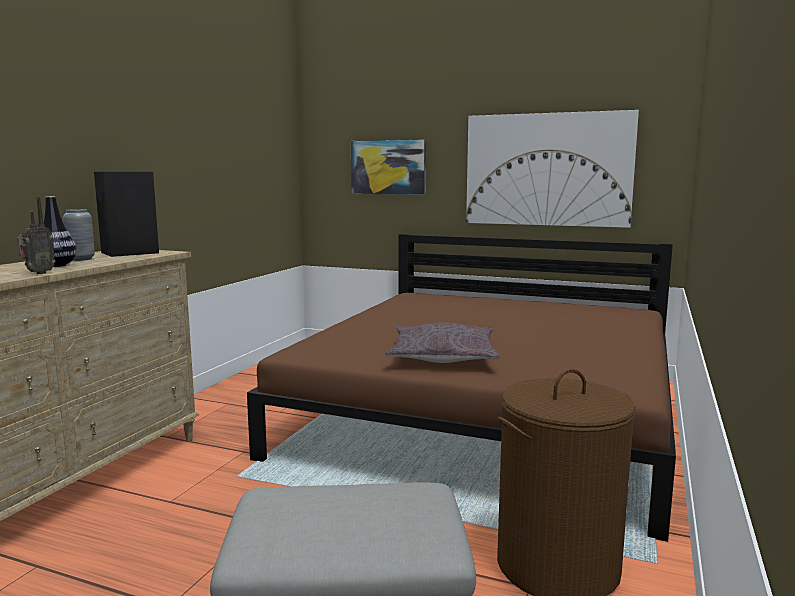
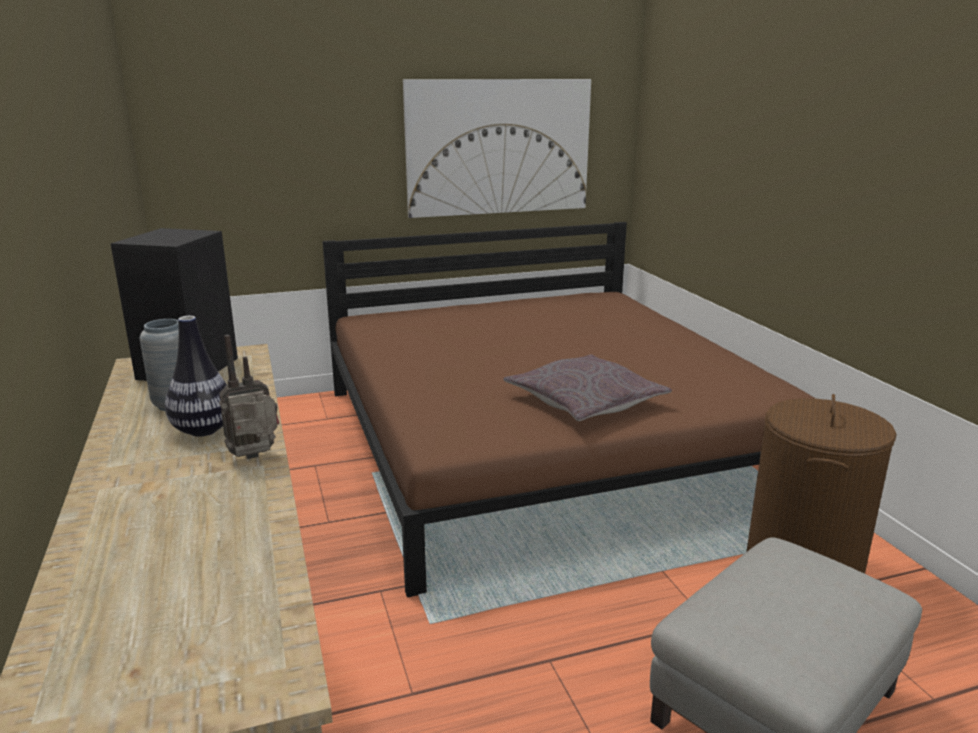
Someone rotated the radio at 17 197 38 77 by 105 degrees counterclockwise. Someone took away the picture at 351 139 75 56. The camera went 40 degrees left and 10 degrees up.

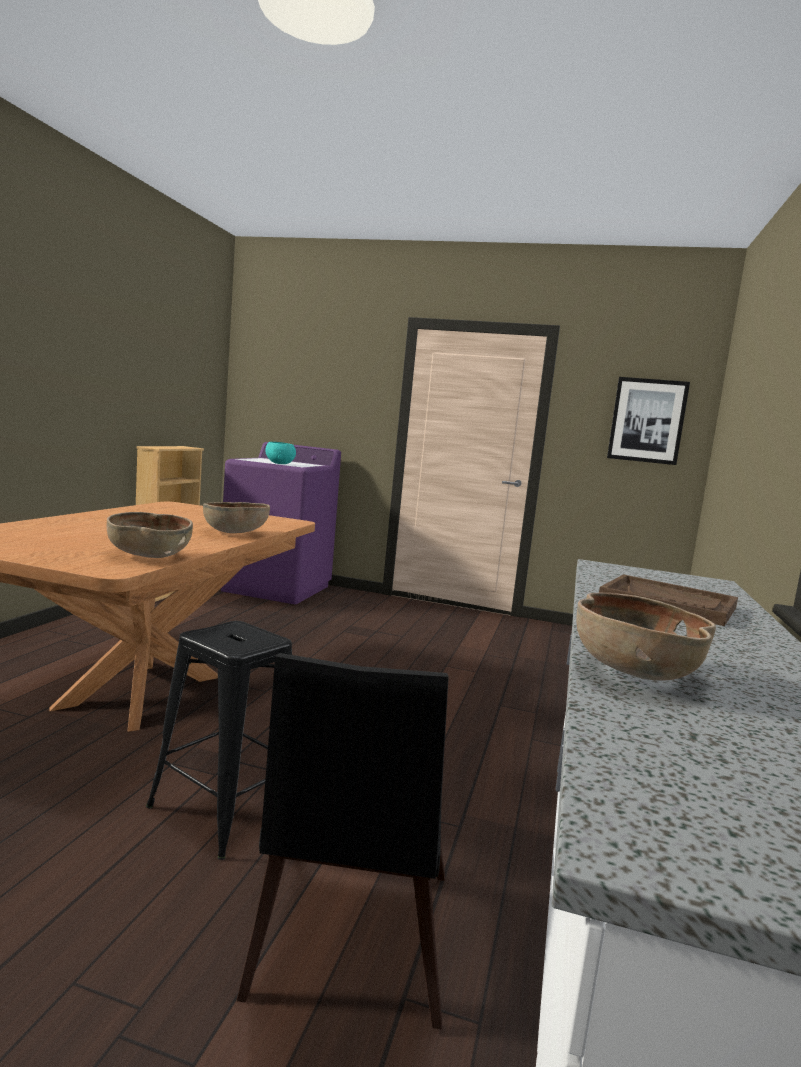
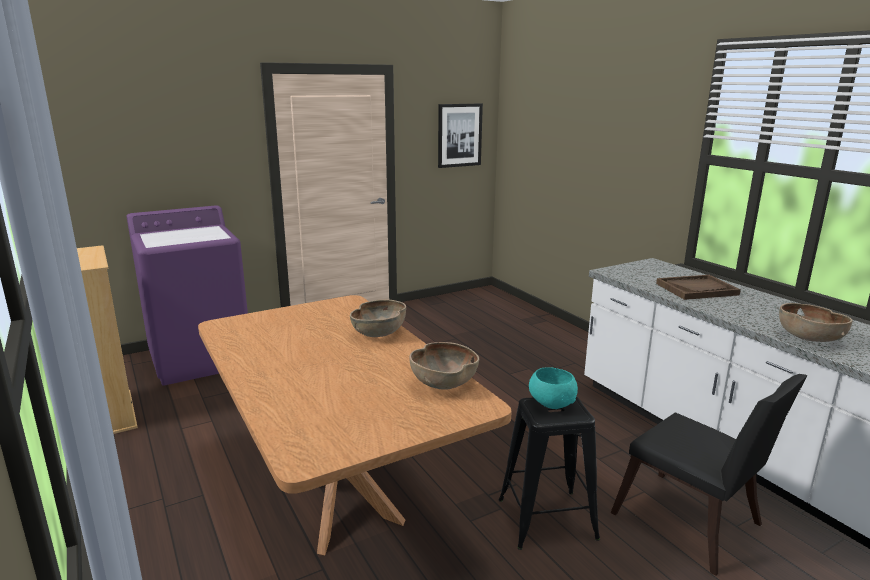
Someone carried the turquoise bowl from 266 442 30 22 to 529 367 49 42. The camera went 45 degrees left and 10 degrees up.

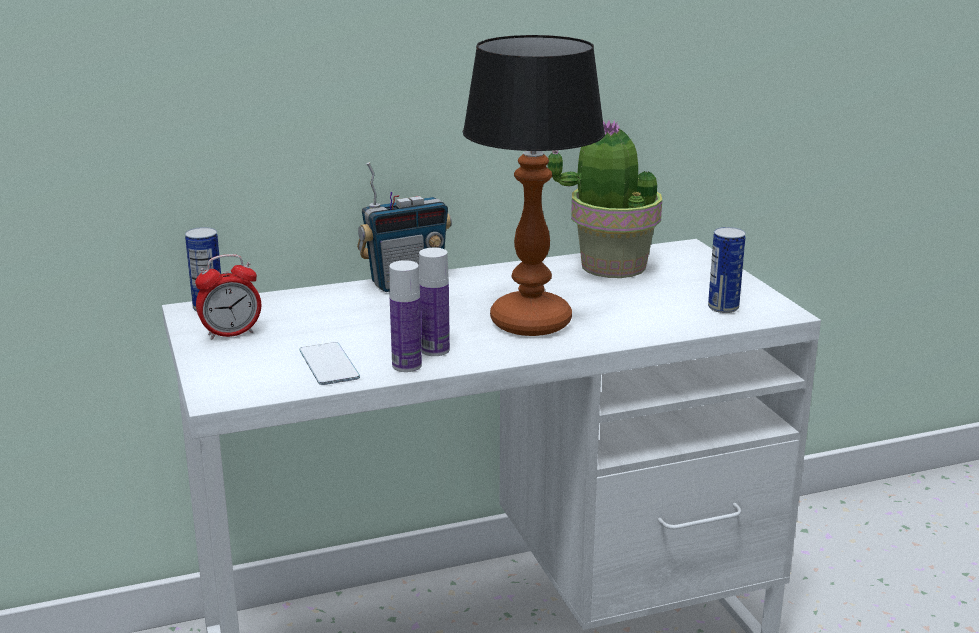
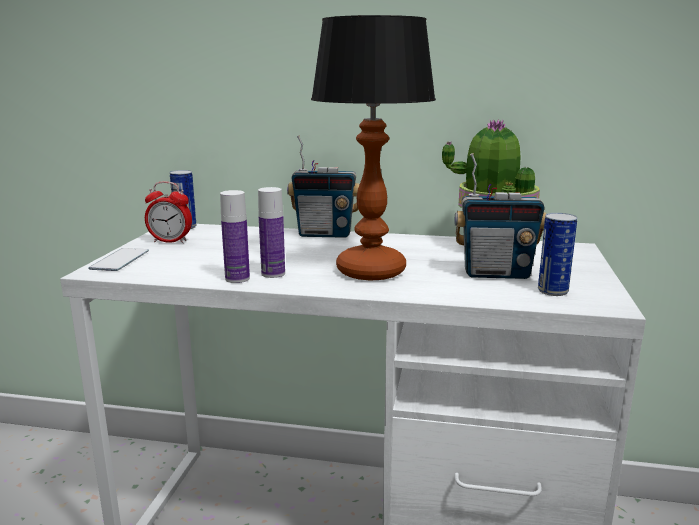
Someone carried the phone from 299 342 61 43 to 88 248 61 23. Someone put down the radio at 455 153 91 126. The camera went 30 degrees right and 5 degrees down.

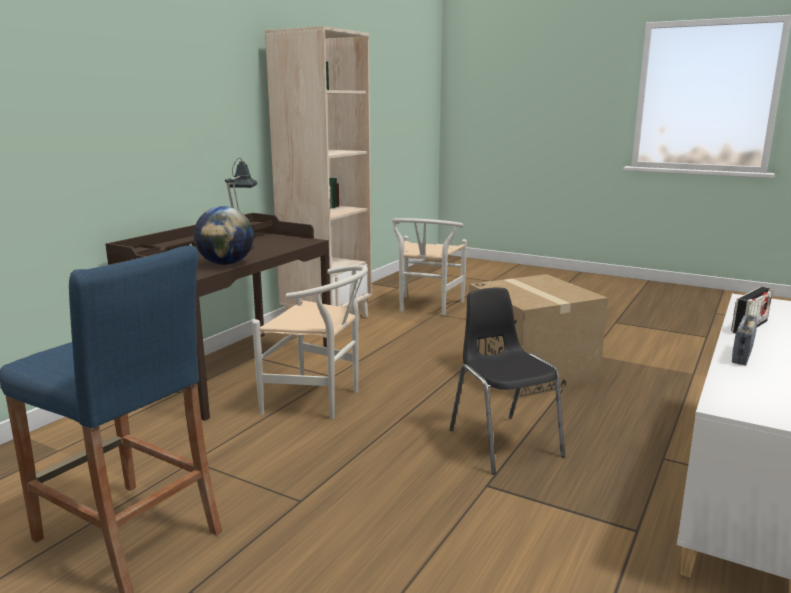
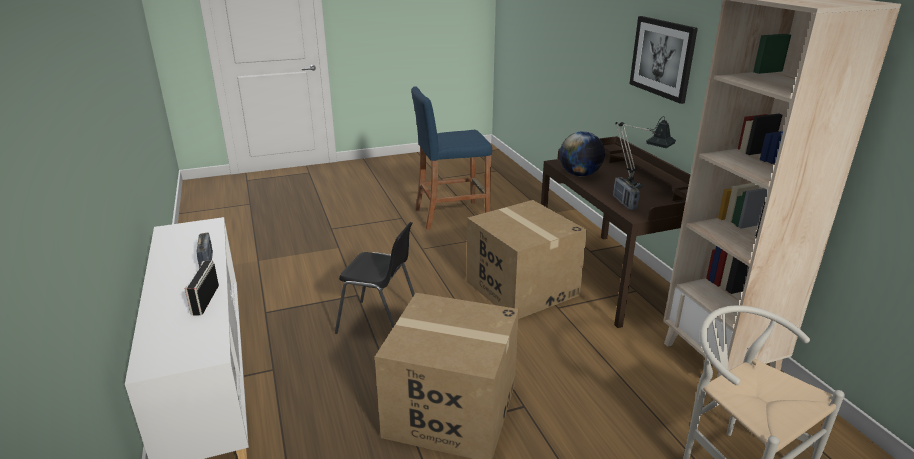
Someone swapped the white chair at 252 265 116 154 for the cardboard box at 467 200 120 119. Someone put down the radio at 613 177 27 33. Someone put up the picture at 630 16 68 88. The camera went 130 degrees right and 10 degrees up.

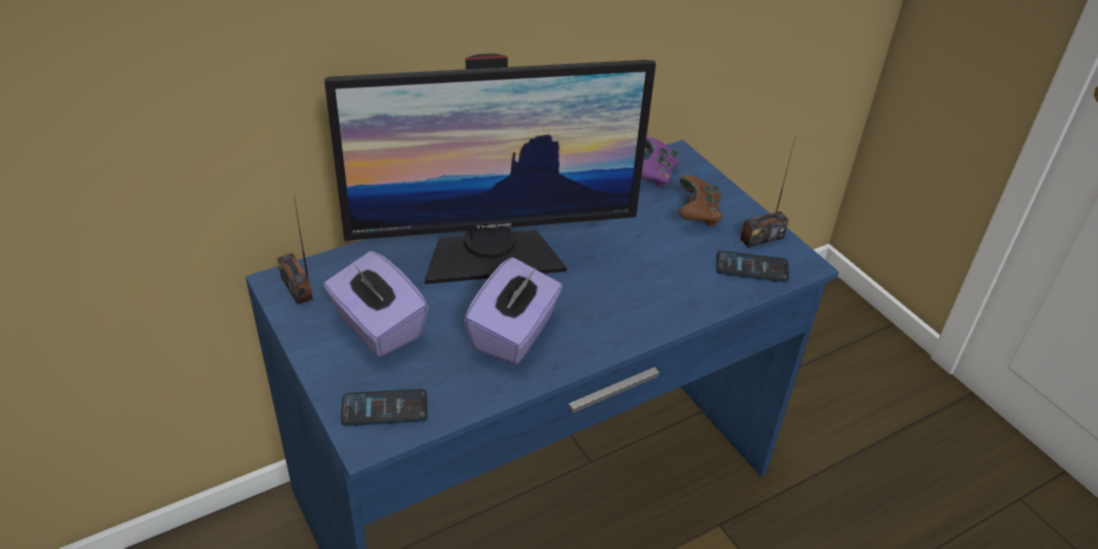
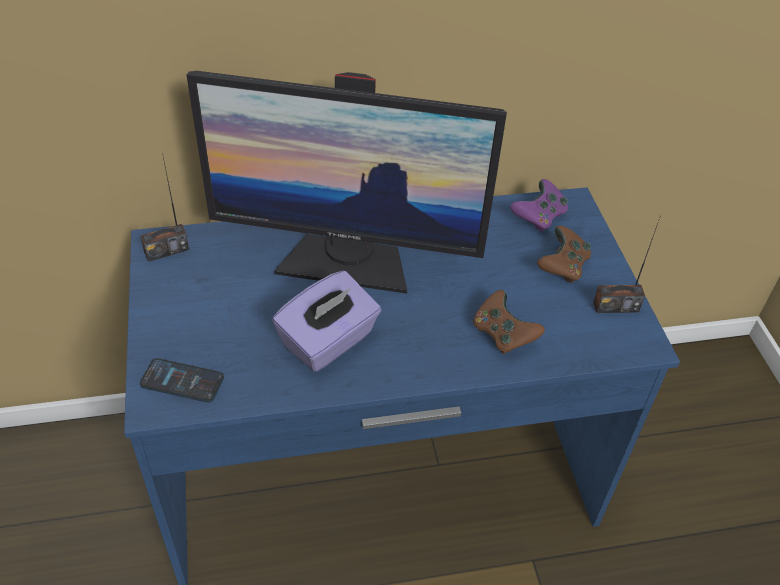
Someone rotated the radio at 277 197 36 108 by 105 degrees counterclockwise. Someone took away the purple tissue box at 323 251 105 106. Someone took away the phone at 717 251 72 31. Someone put down the brown game controller at 473 290 72 64. The camera went 20 degrees right and 5 degrees up.

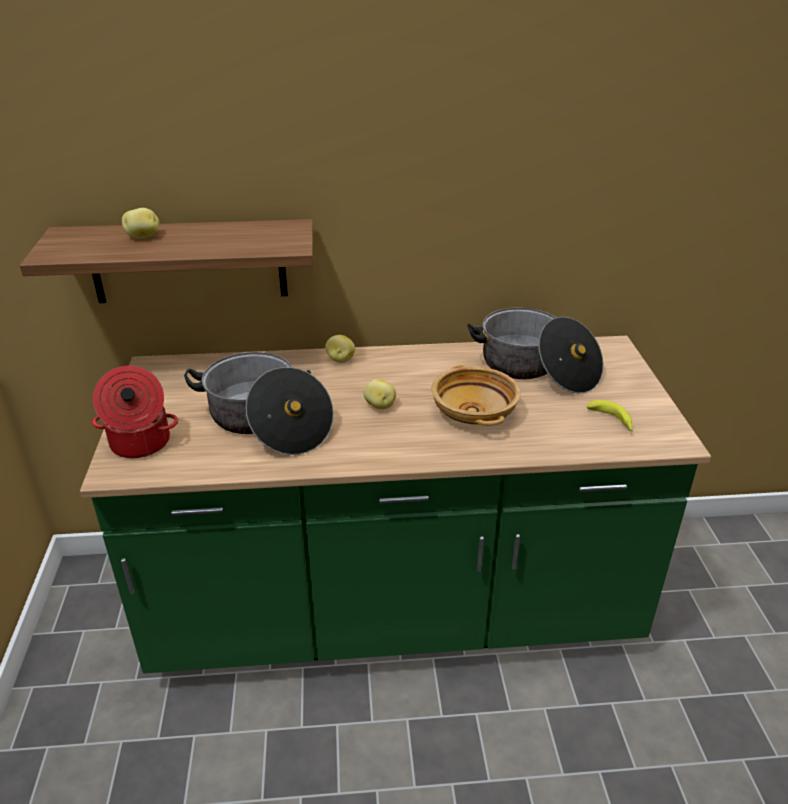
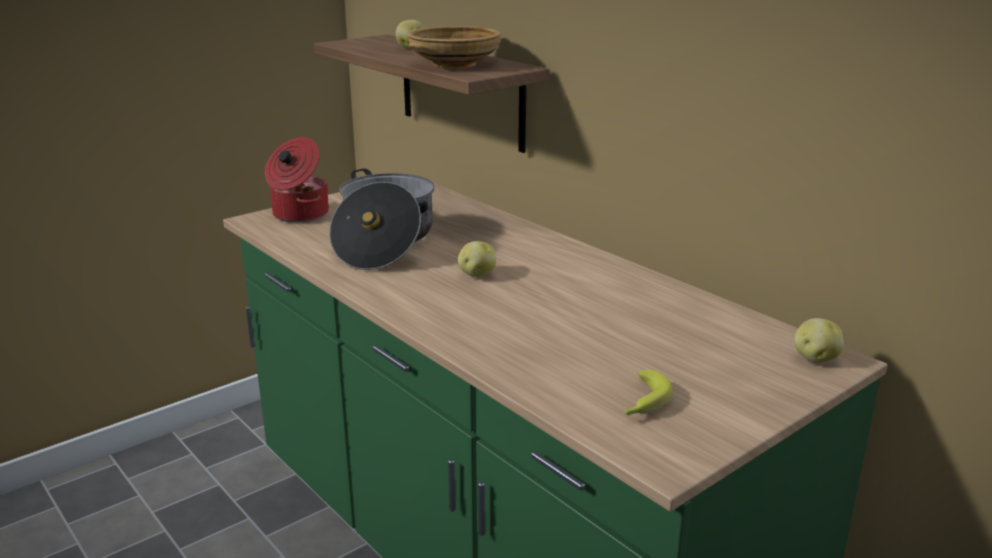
Someone carried the potato from 325 335 30 28 to 794 318 50 45. Someone carried the beige bowl from 431 365 90 61 to 407 26 94 42. Someone took away the cooking pot at 467 307 137 87. The camera went 55 degrees right and 10 degrees down.

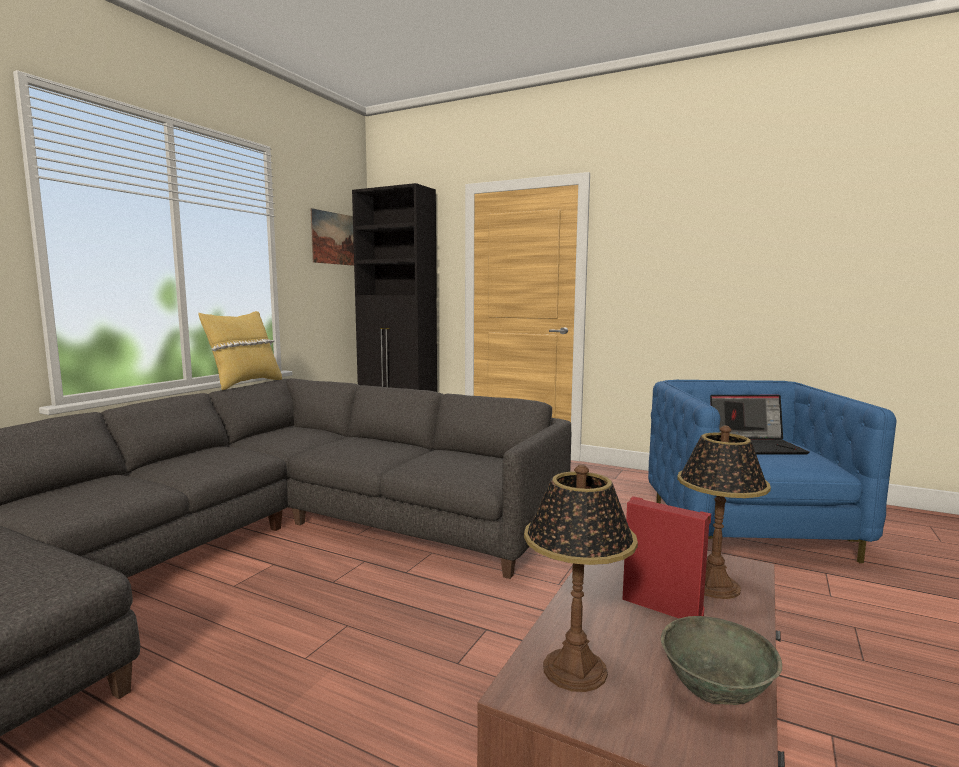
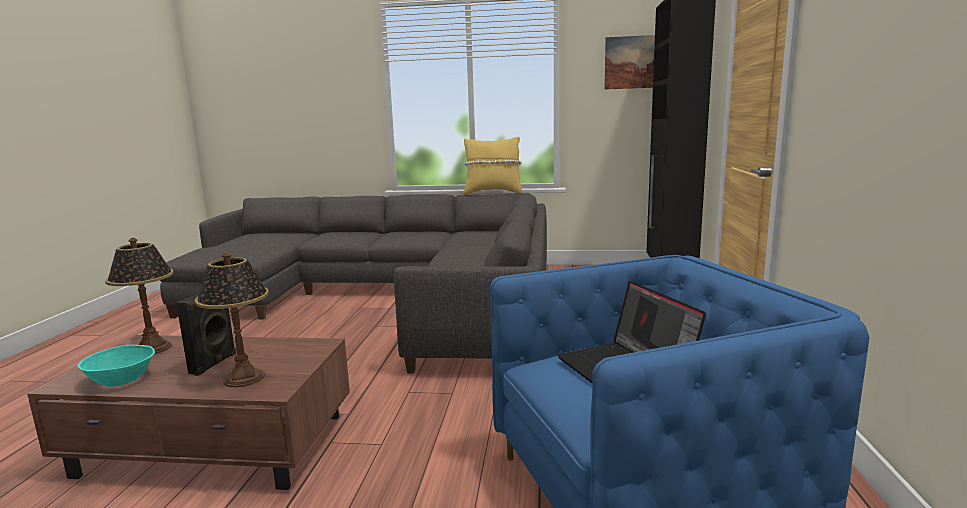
Someone repainted the red speaker at 622 496 89 122, which became the black speaker at 176 293 60 83. Someone repainted the grey bowl at 661 616 121 89, which became the turquoise bowl at 77 345 78 42. The camera went 70 degrees right and 5 degrees up.

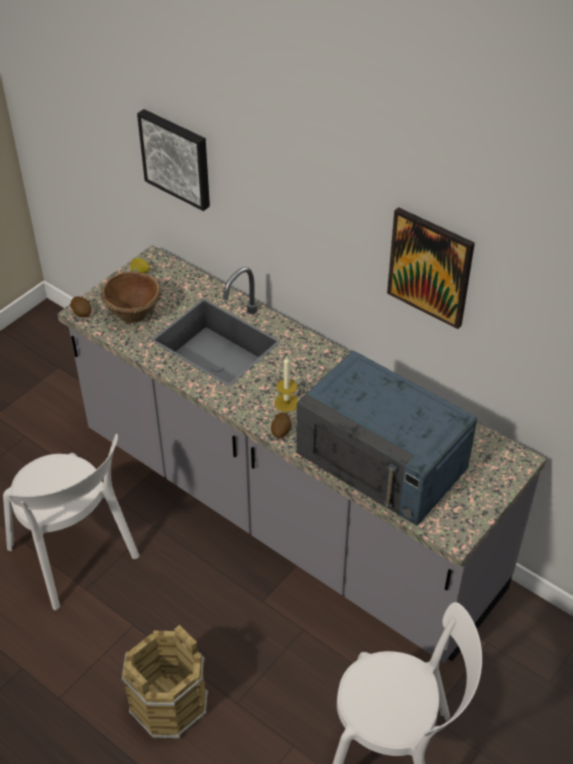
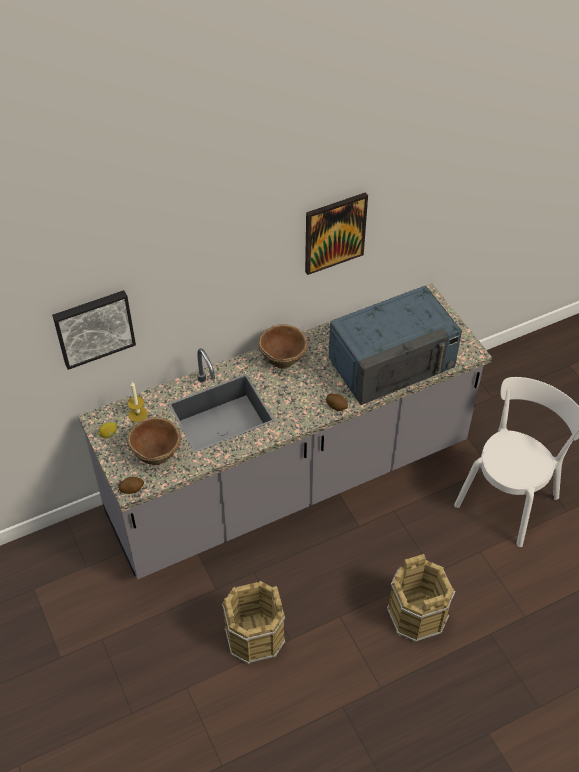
Someone swapped the white chair at 3 434 136 176 for the brown bucket at 222 581 63 83. Someone carried the candle from 275 357 23 55 to 128 382 20 40. Someone put down the brown bowl at 258 324 50 45. The camera went 65 degrees left and 5 degrees up.

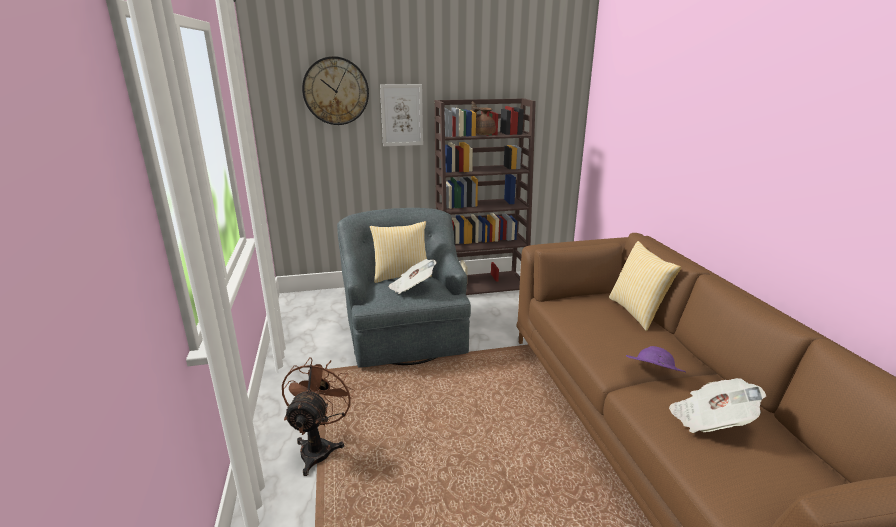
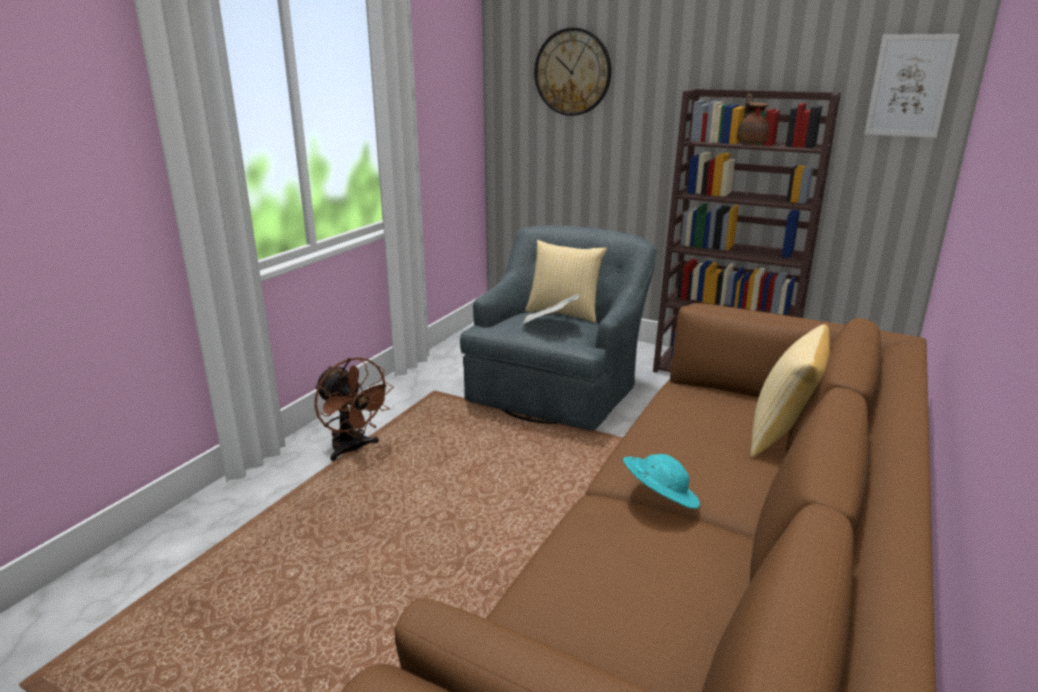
Someone rotated the brown fan at 282 357 73 119 by 90 degrees clockwise. Someone carried the picture from 380 84 43 62 to 864 34 96 104. Someone repainted the purple hat at 626 346 60 26, which became the turquoise hat at 623 454 77 55. Someone took away the newspaper at 669 378 97 55. The camera went 40 degrees right and 0 degrees up.

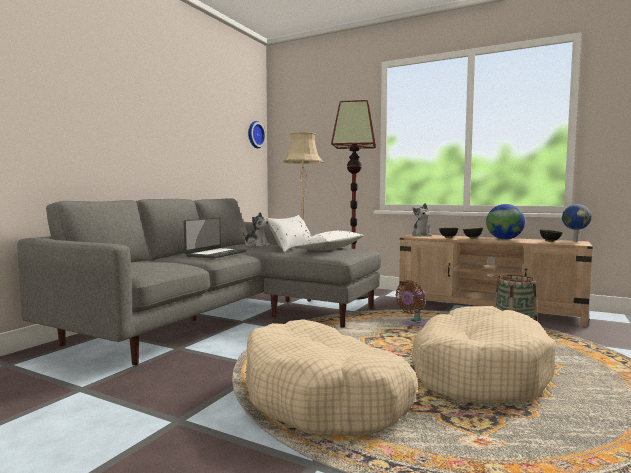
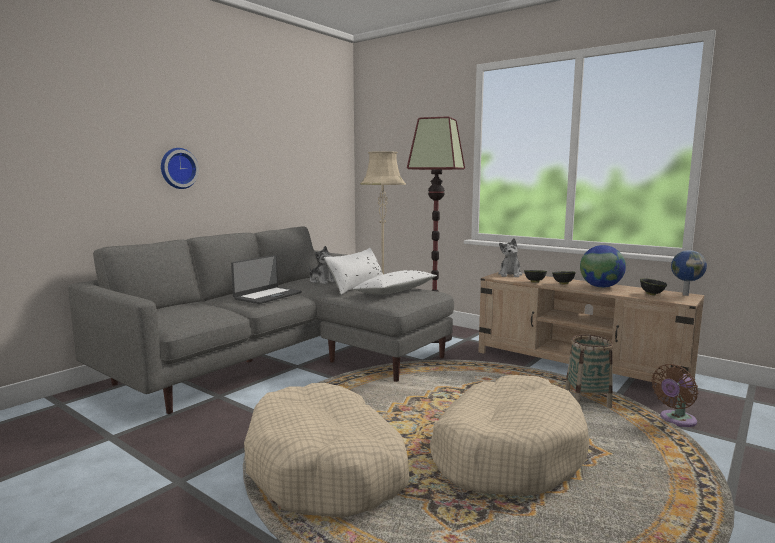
Someone carried the wall clock from 248 121 18 27 to 161 148 38 41. Someone carried the brown fan from 395 280 33 46 to 651 364 47 63. The camera went 10 degrees right and 5 degrees up.

